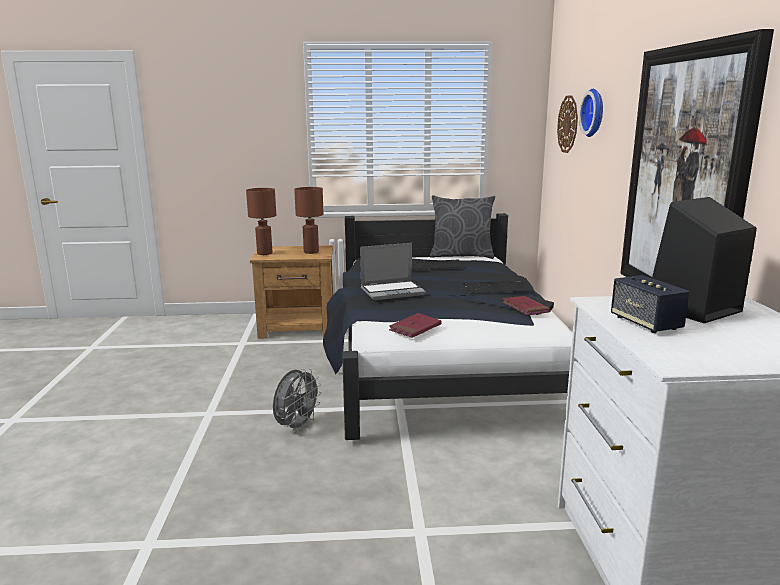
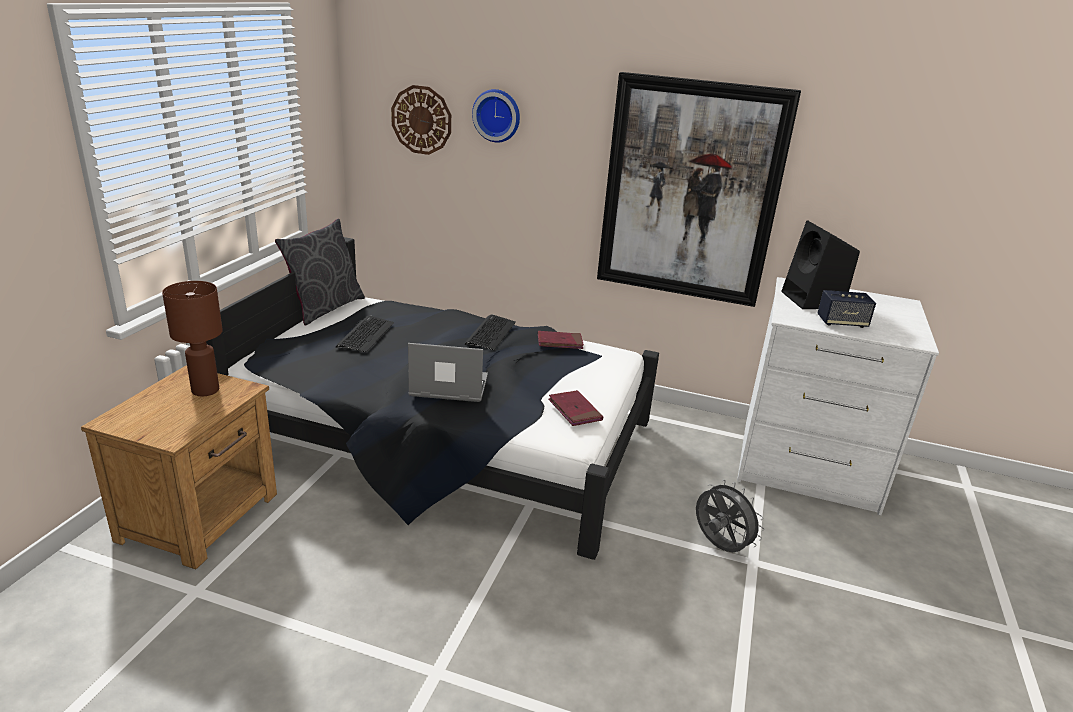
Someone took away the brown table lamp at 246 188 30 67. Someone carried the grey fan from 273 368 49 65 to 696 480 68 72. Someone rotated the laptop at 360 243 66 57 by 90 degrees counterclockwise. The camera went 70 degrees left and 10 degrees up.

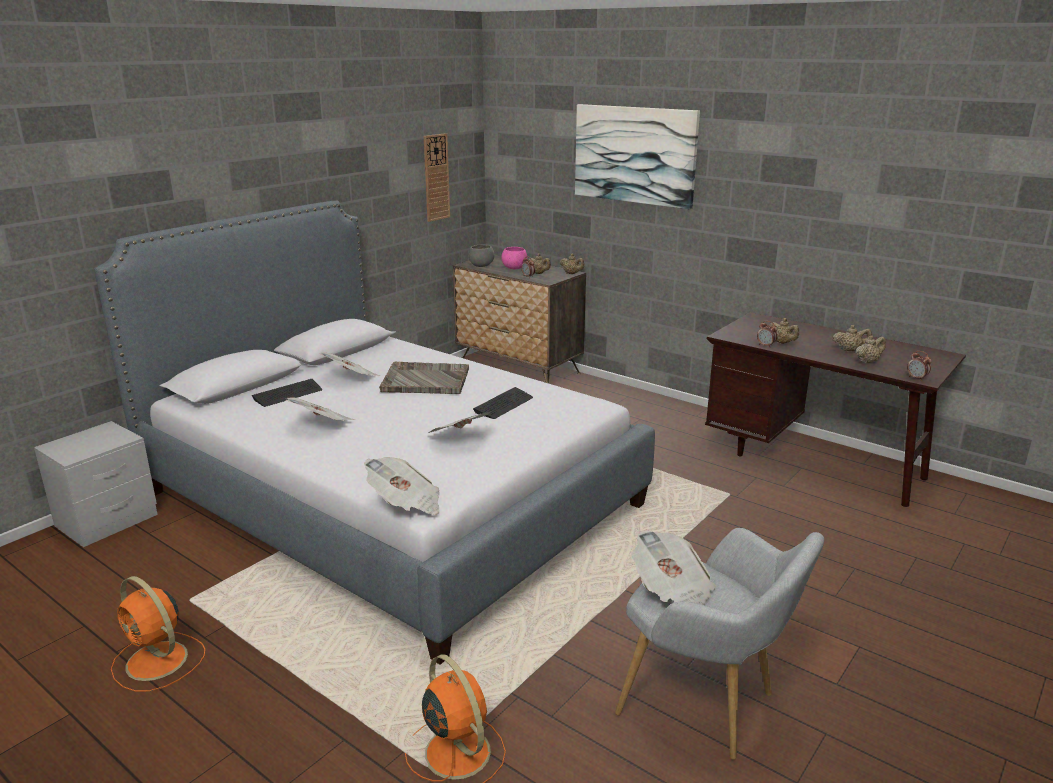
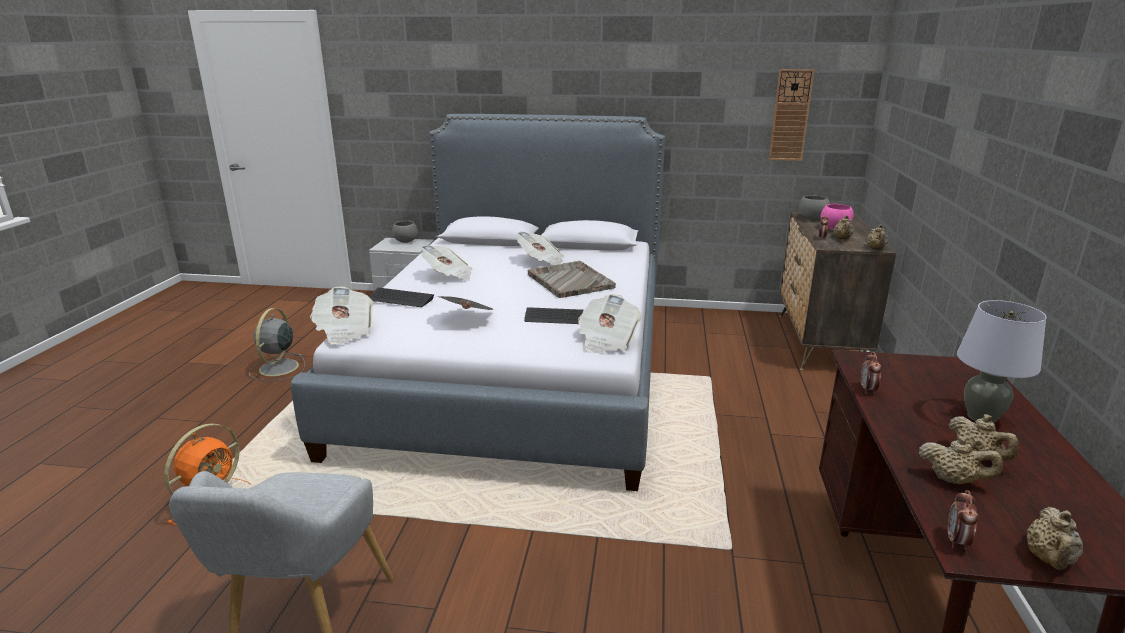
Someone repainted the orange fan at 111 576 94 116, which became the grey fan at 249 308 56 73. Someone carried the keyboard from 252 379 70 28 to 369 287 65 20. Someone took away the picture at 575 104 125 105. Someone carried the newspaper from 631 530 85 75 to 578 294 64 59. Someone carried the beige teapot from 769 318 30 26 to 1027 507 56 63. Someone put down the grey bowl at 392 221 26 22. Someone put down the grey table lamp at 957 300 90 123. The camera went 60 degrees right and 0 degrees up.

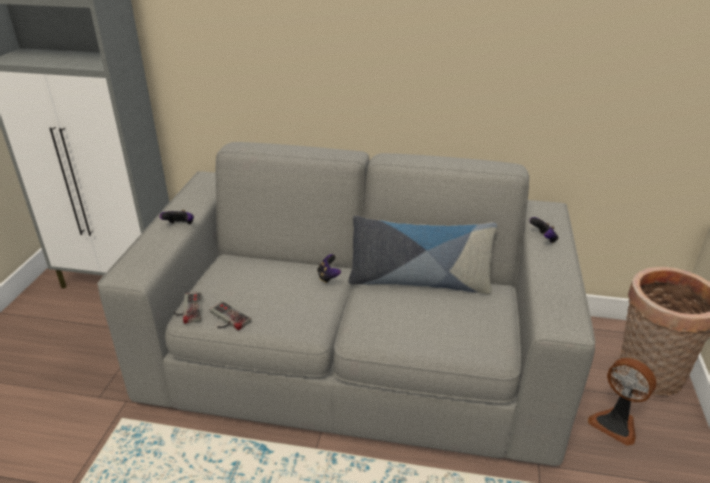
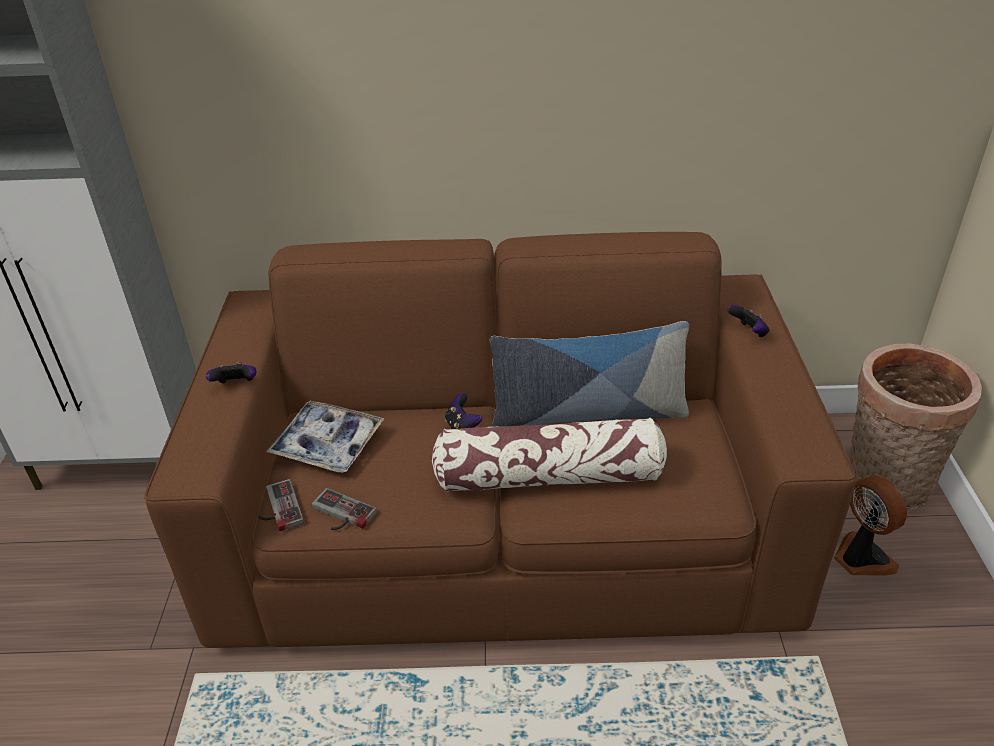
Someone repainted the grey sofa at 97 142 498 324, which became the brown sofa at 144 232 712 416. Someone rotated the fan at 588 358 69 88 by 150 degrees counterclockwise. Someone put down the tray at 266 401 119 72. Someone put down the pillow at 432 418 235 74. The camera went 10 degrees left and 5 degrees up.

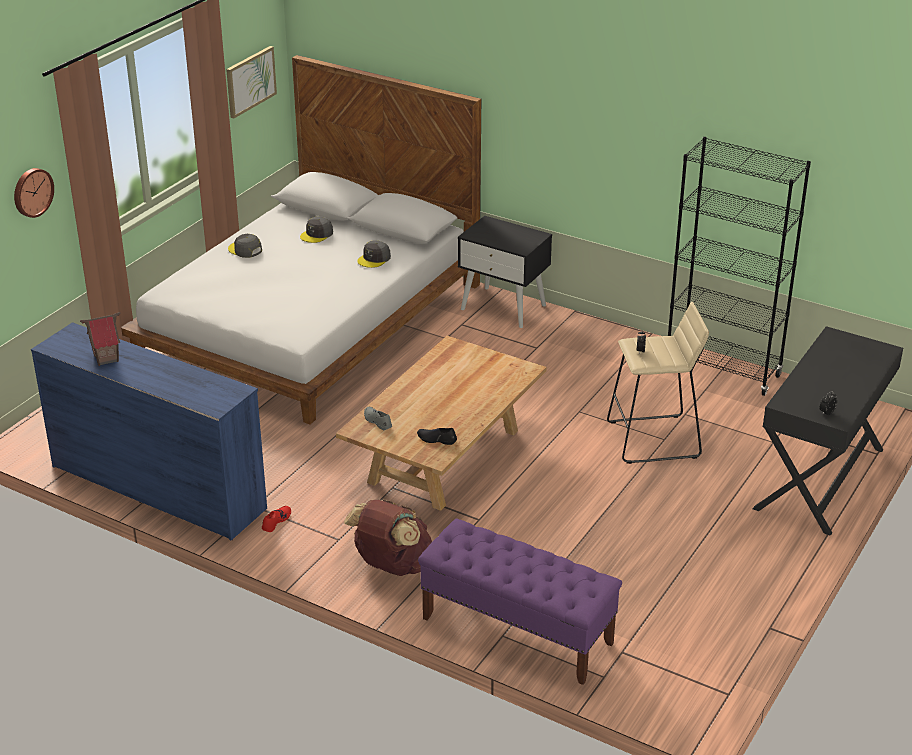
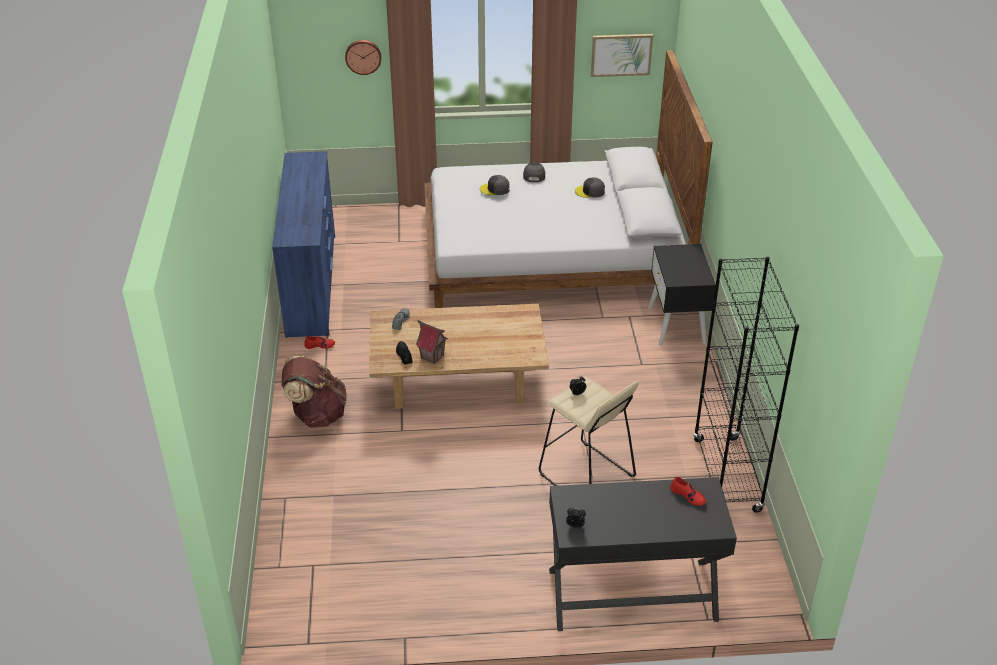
Someone carried the toy house from 80 312 41 54 to 415 320 33 44. Someone carried the grey cap from 357 240 34 28 to 480 175 30 20. Someone took away the purple bench at 418 518 204 167. Someone put down the red shoe at 670 477 36 29. The camera went 55 degrees right and 5 degrees up.

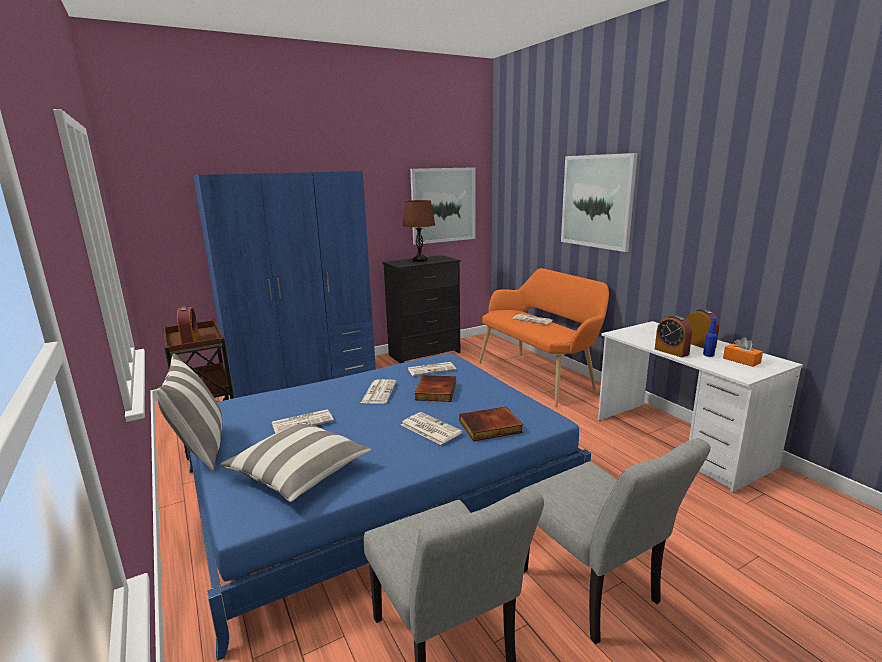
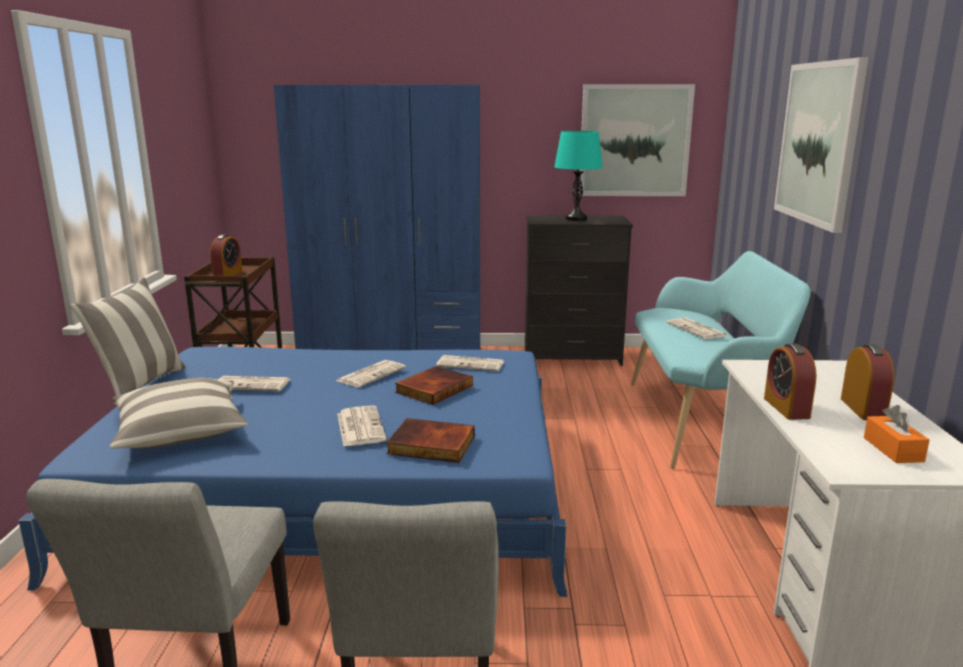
Someone repainted the brown table lamp at 403 200 32 62, which became the turquoise table lamp at 554 131 49 90. Someone repainted the orange bench at 479 268 130 139, which became the turquoise bench at 631 251 179 218. Someone took away the blue bottle at 703 318 14 39. The camera went 30 degrees right and 0 degrees up.

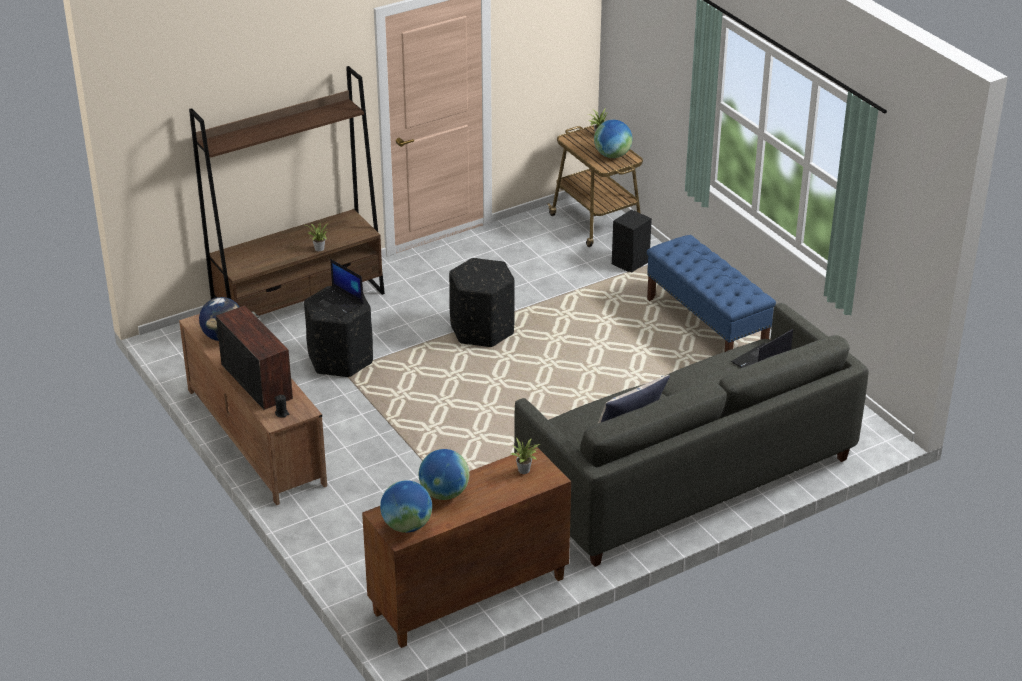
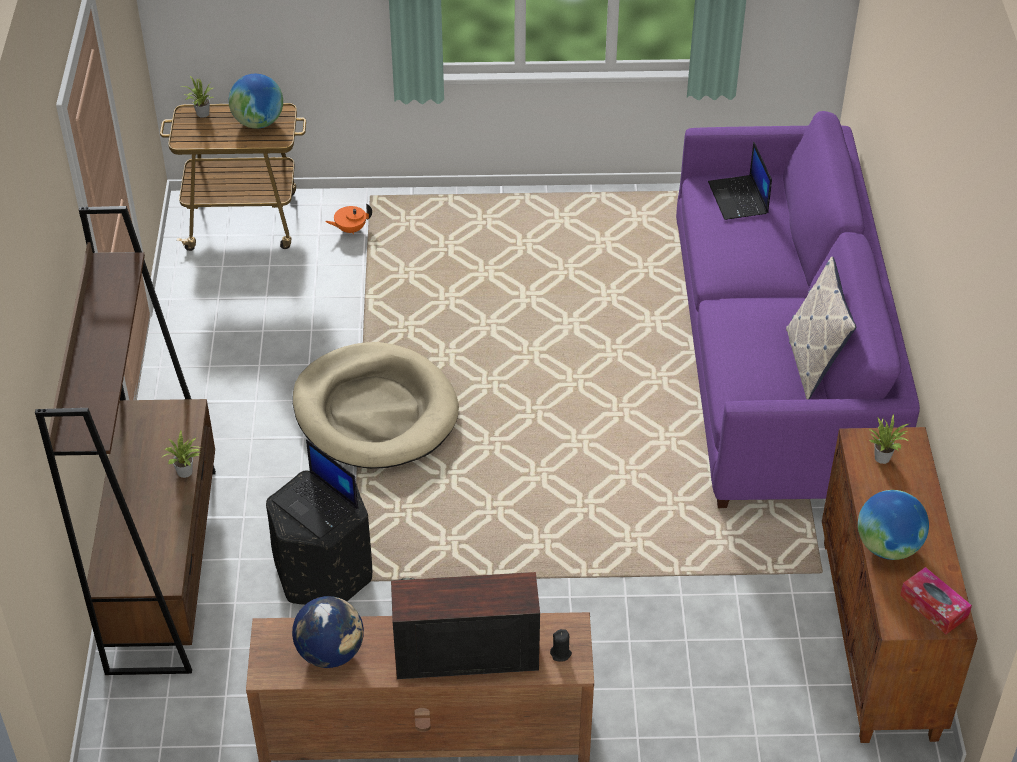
Someone rotated the laptop at 308 259 56 60 by 60 degrees clockwise. Someone swapped the globe at 380 480 52 53 for the tissue box at 900 567 72 67. Someone swapped the black ottoman at 449 258 66 89 for the beige dog bed at 293 342 166 127. Someone repainted the grey sofa at 514 303 355 264, which became the purple sofa at 676 111 244 397. Someone swapped the black speaker at 612 209 40 64 for the orange teapot at 325 204 47 30. Someone took away the blue bench at 647 235 129 117. The camera went 60 degrees left and 10 degrees up.

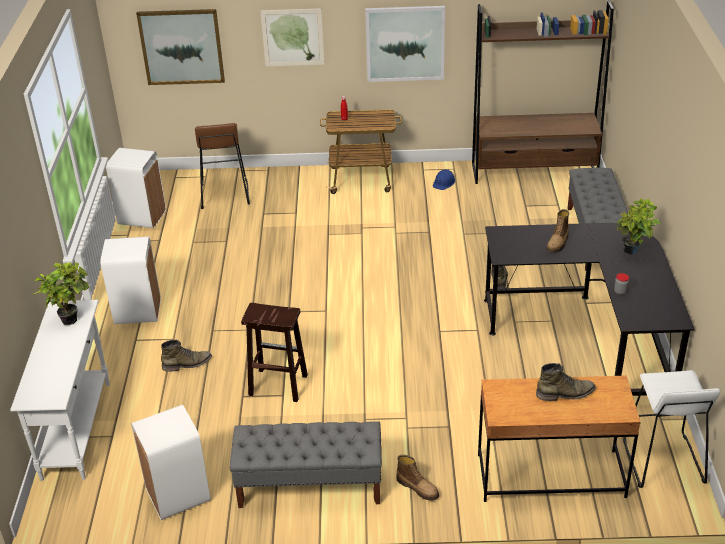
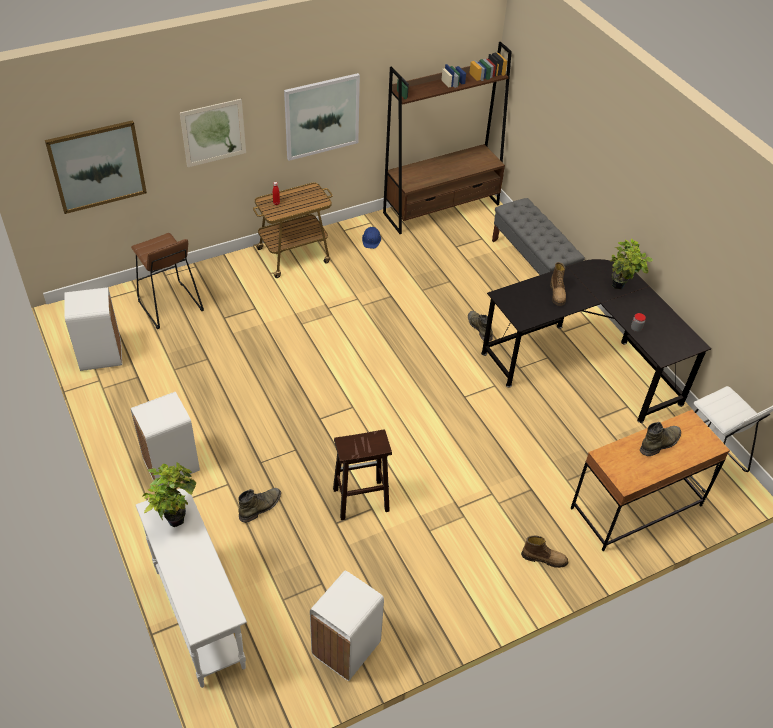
Someone took away the grey bench at 230 421 152 87. The camera went 30 degrees left and 10 degrees up.

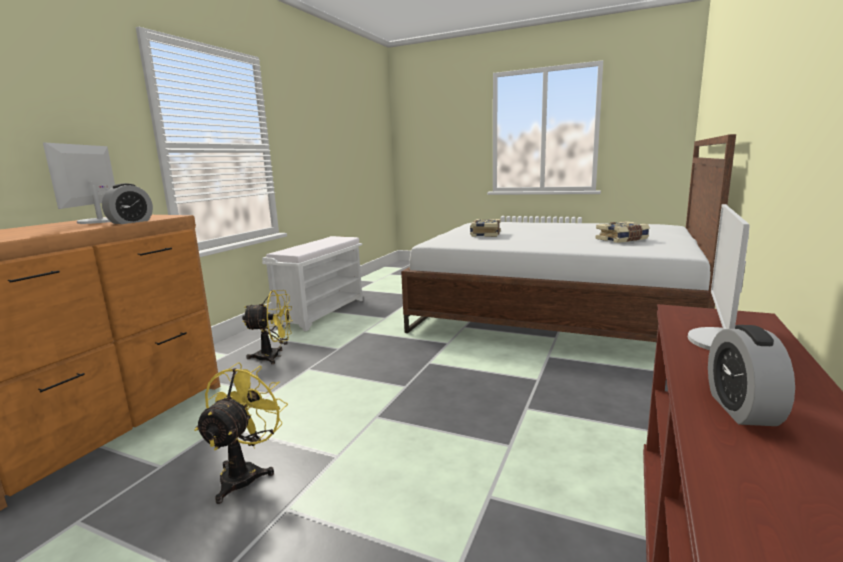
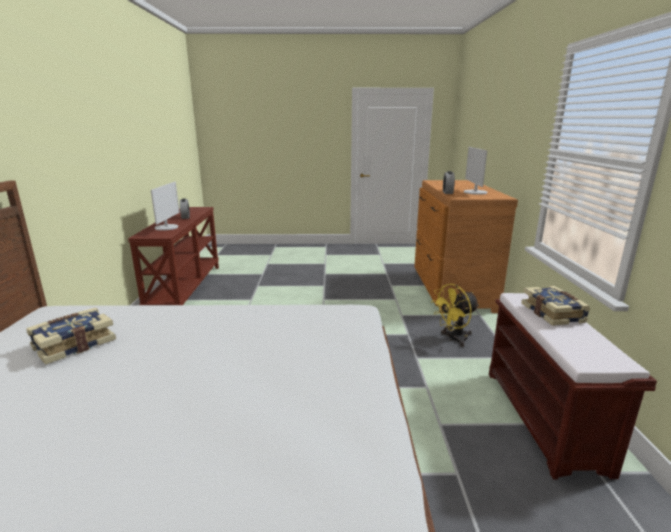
Someone rotated the monitor at 43 143 72 81 by 150 degrees counterclockwise. Someone took away the yellow fan at 194 362 94 142. Someone repainted the white bench at 262 236 101 95, which became the brown bench at 489 293 168 187. Someone carried the book from 470 219 31 18 to 521 286 69 40. The camera went 155 degrees right and 5 degrees up.

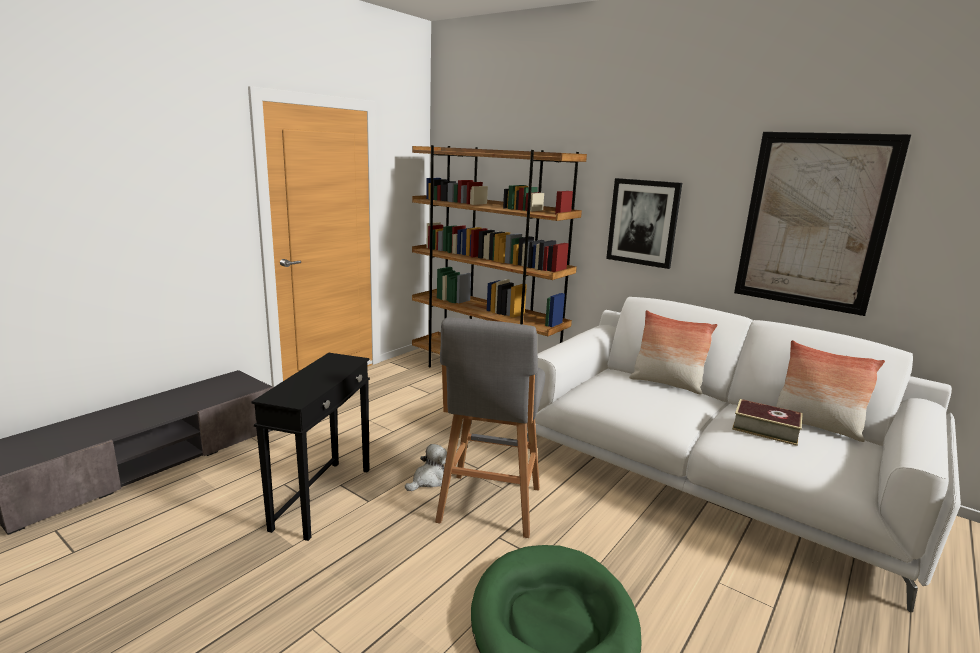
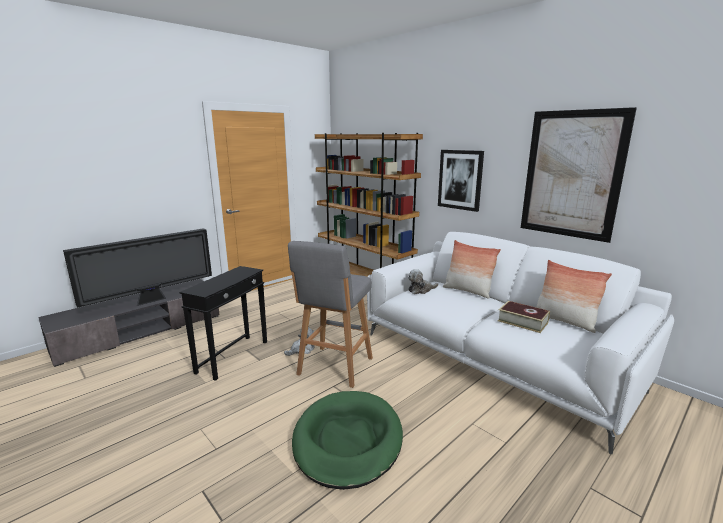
Someone put down the television at 63 228 149 79. Someone put down the plush toy at 408 269 30 25. The camera went 10 degrees right and 0 degrees up.

